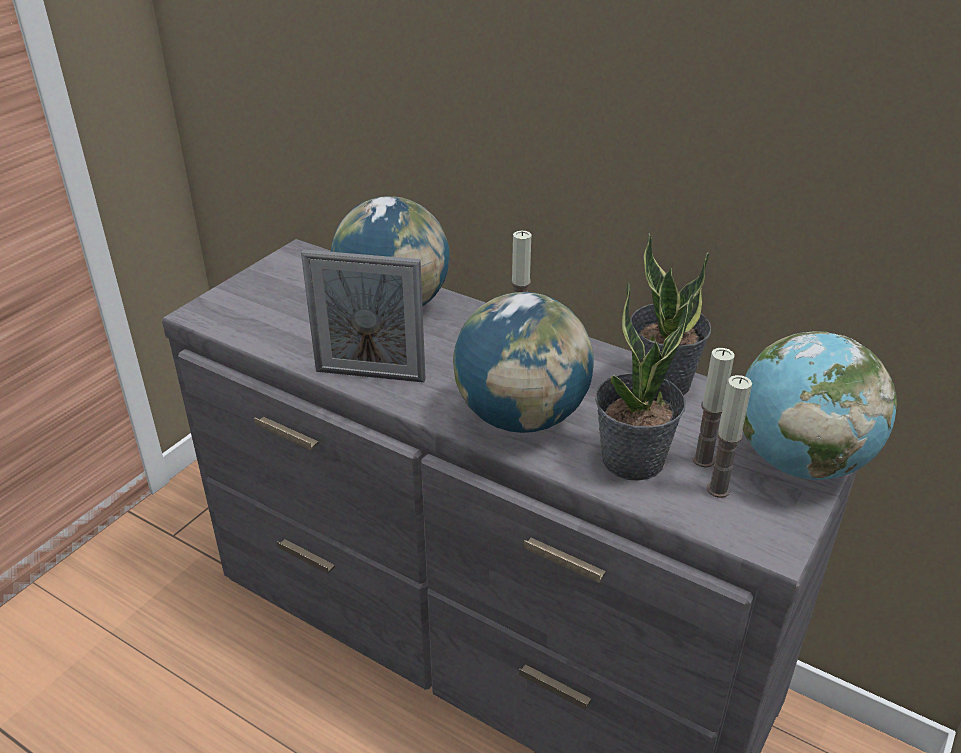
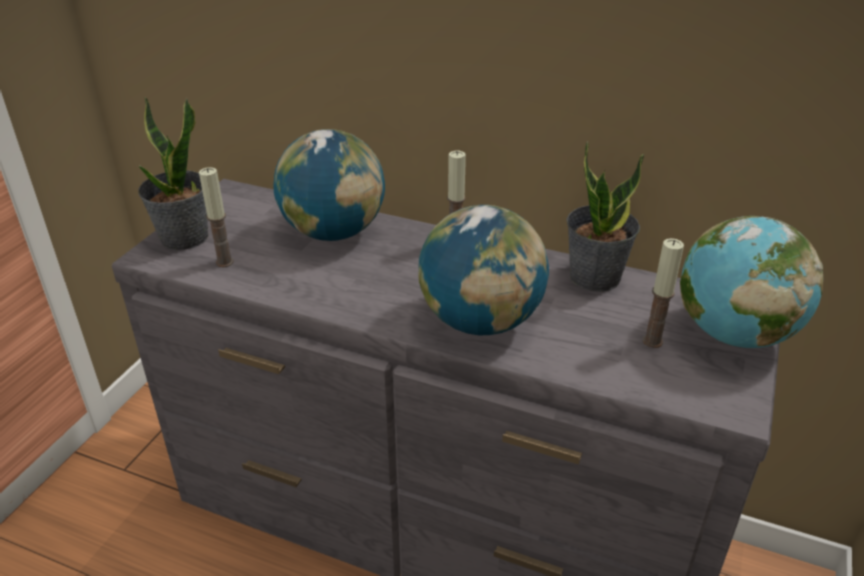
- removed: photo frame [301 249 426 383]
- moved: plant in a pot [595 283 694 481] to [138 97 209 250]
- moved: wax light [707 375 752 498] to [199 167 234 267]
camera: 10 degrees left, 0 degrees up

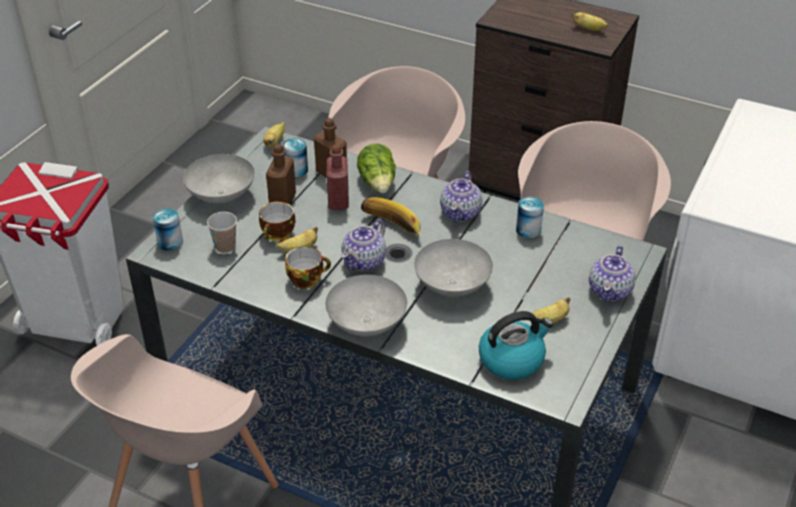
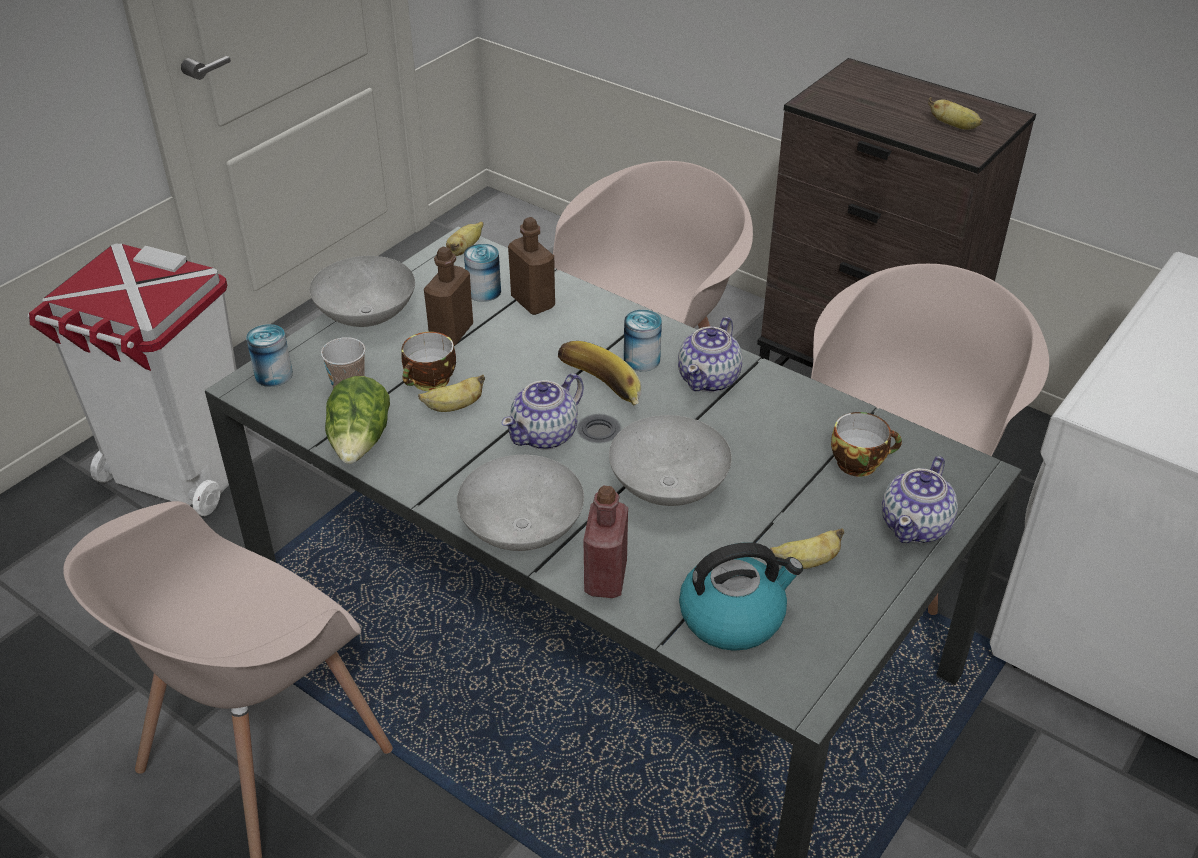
- moved: lettuce [357 143 396 193] to [325 376 390 464]
- moved: reddish bottle [327 145 349 210] to [583 486 628 598]
- moved: sealed can [516 196 544 238] to [624 310 662 371]
- moved: cup [285 247 331 289] to [831 412 902 477]
camera: 10 degrees right, 0 degrees up

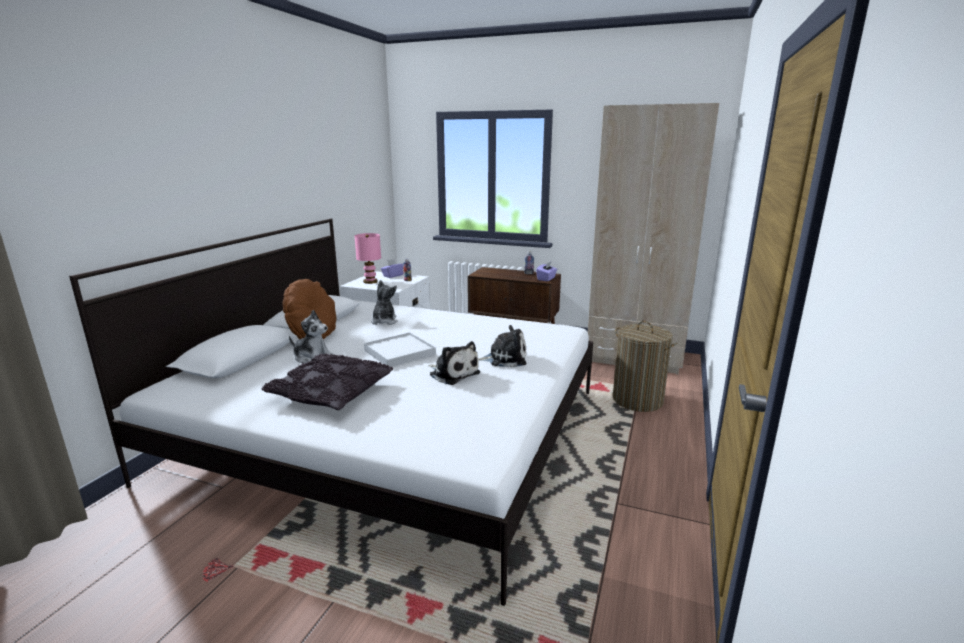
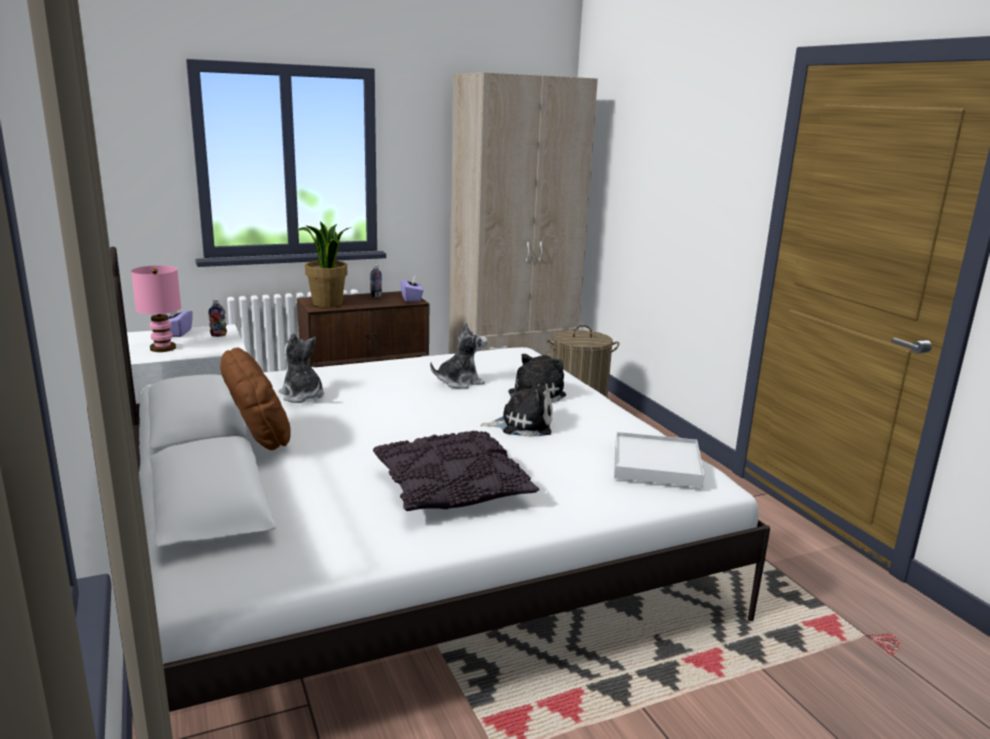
- moved: plush toy [289 310 333 363] to [430 322 487 388]
- moved: white carrying tray [364 332 436 367] to [614 432 704 488]
- added: plant in a pot [298 221 349 307]
camera: 45 degrees left, 0 degrees up

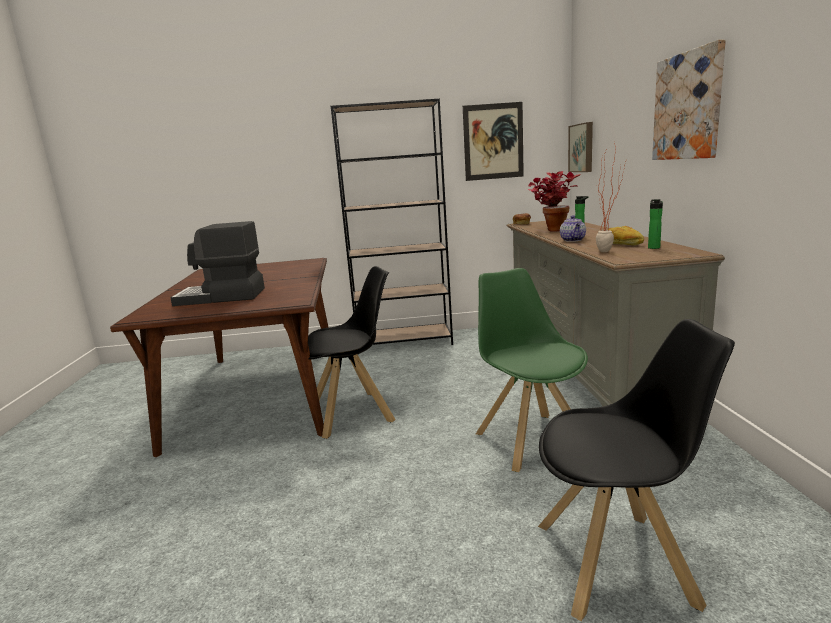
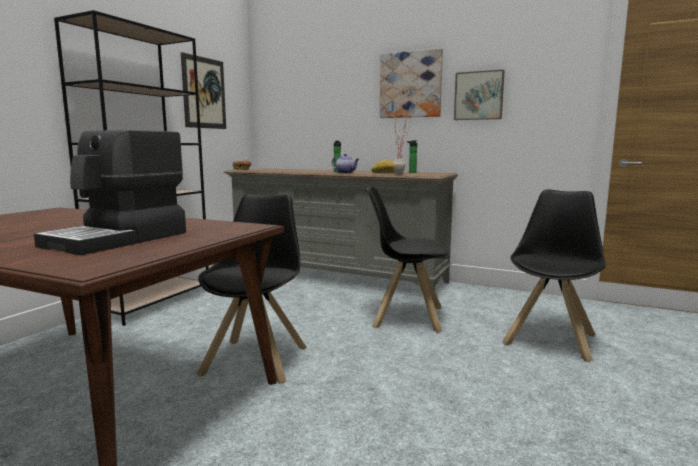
- moved: wall picture [568 122 593 172] to [454 70 505 120]
- removed: plant in a pot [528 171 581 232]
- recoloured: greenish plain chair [476 268 588 472] to black-coloured plain chair [364 186 450 333]
camera: 60 degrees left, 5 degrees down

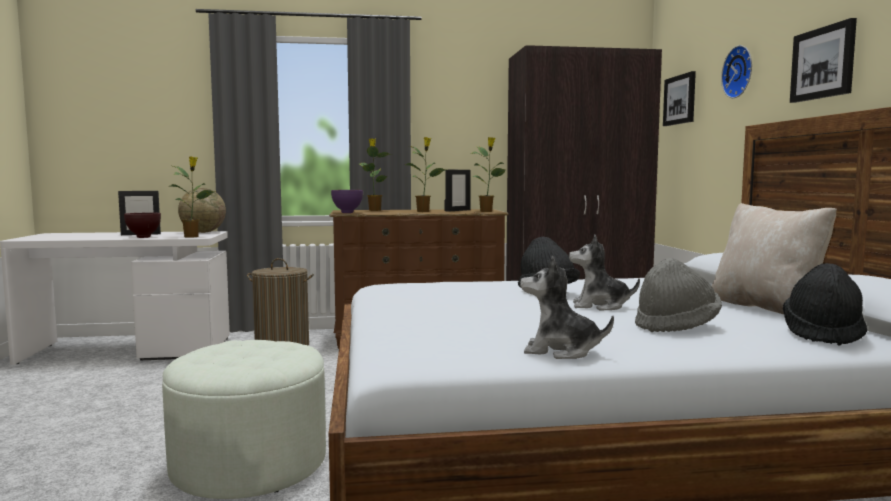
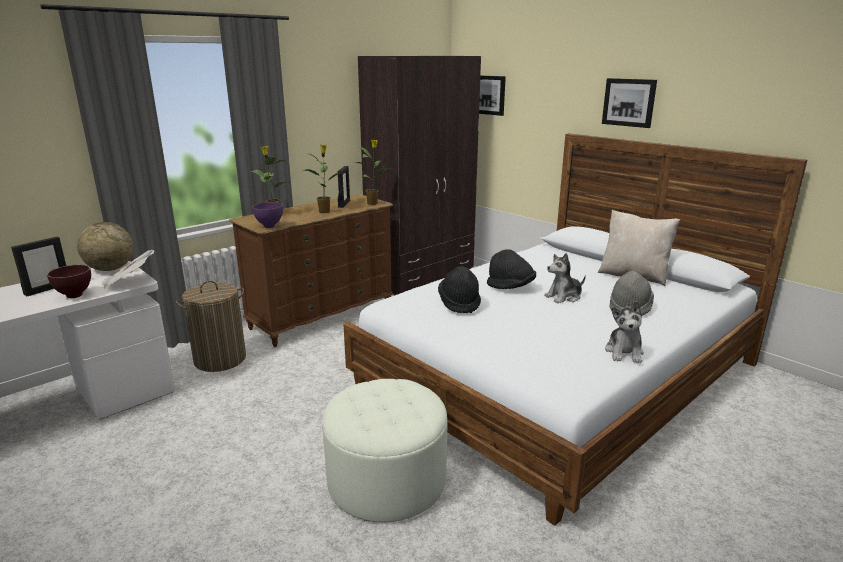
- removed: clock on the wall [721 45 752 98]
- replaced: plant in a pot [171 156 215 238] to printed paper [101 250 154 289]
- turned: plush toy [520 256 614 359] = [605 301 644 363] 60 degrees counterclockwise
- moved: black-coloured wearable hat [783 263 867 346] to [438 266 481 313]
camera: 35 degrees left, 15 degrees up

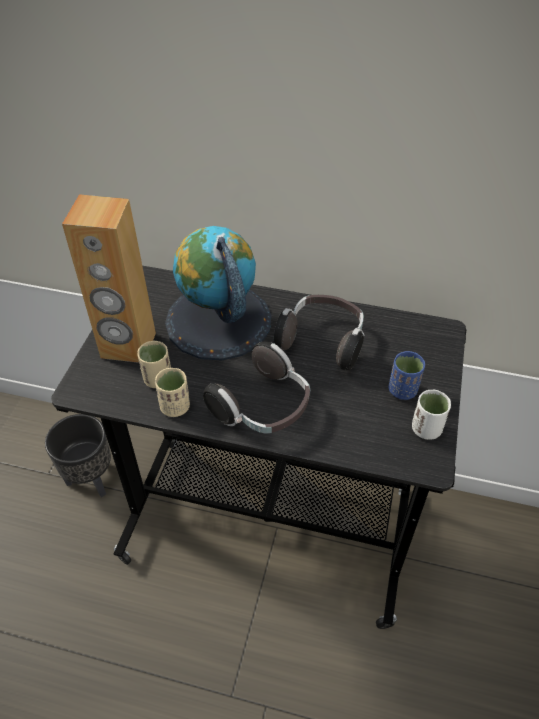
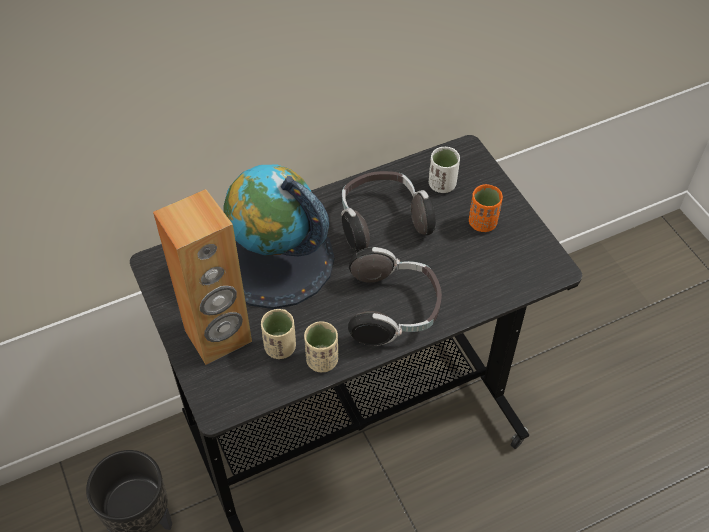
- recoloured: blue-coloured cup [389 351 425 400] to orange cup [469 184 503 232]
- moved: white cup [412 390 451 440] to [429 147 460 193]
camera: 40 degrees left, 5 degrees up

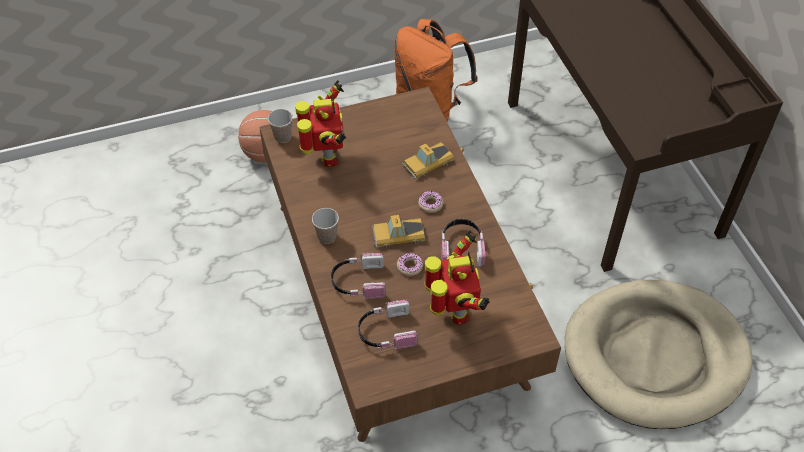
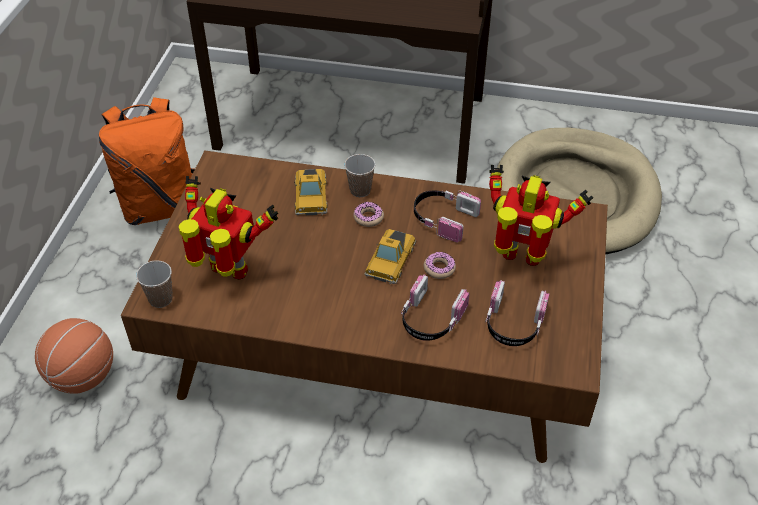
- moved: cup [312 208 339 244] to [344 154 376 197]
camera: 60 degrees left, 5 degrees down

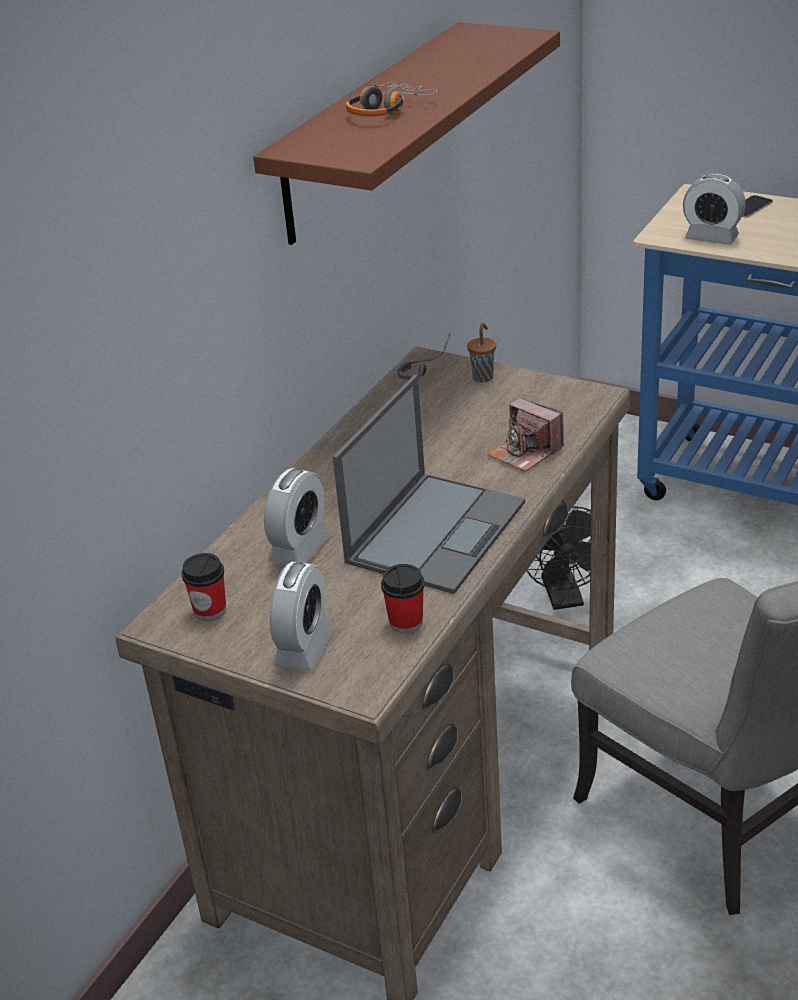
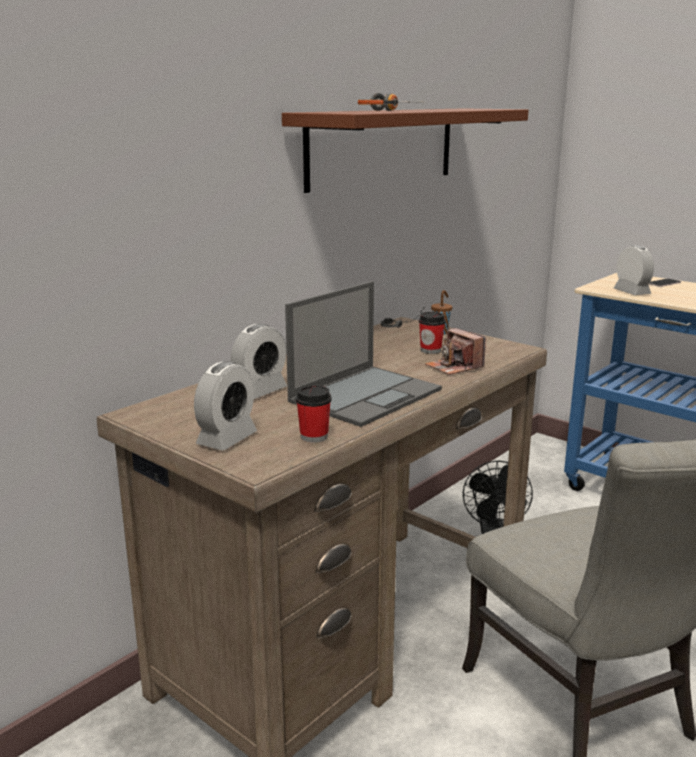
- turned: alarm clock [683 174 746 245] = [614 245 654 295] 150 degrees counterclockwise
- moved: cup [181 553 226 621] to [419 312 445 354]
camera: 10 degrees right, 15 degrees down

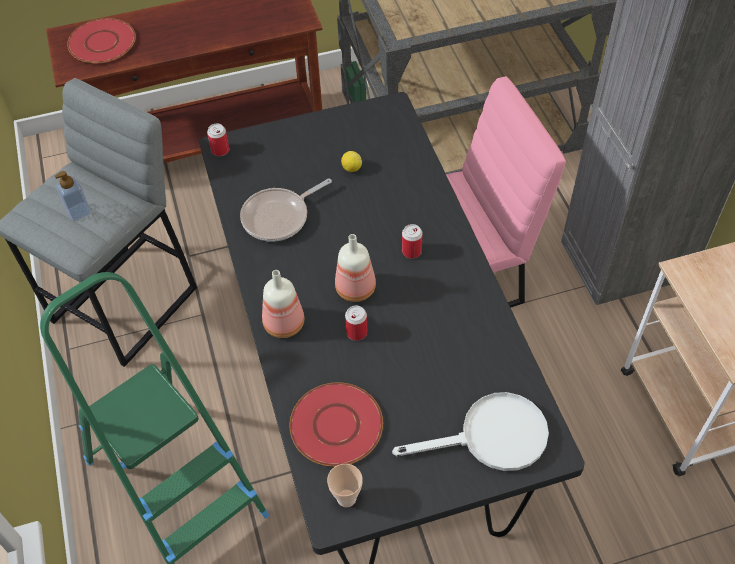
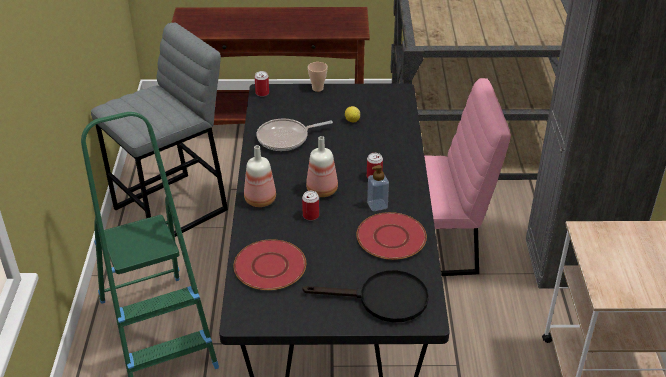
- moved: reddish flat dish [67 18 136 63] to [357 212 427 260]
- moved: liquid soap bottle [55 171 91 221] to [367 165 389 211]
- recoloured: white pan [392 392 549 471] to black-coloured pan [302 270 429 322]
- moved: cup [327 464 363 507] to [308 62 328 92]
camera: 15 degrees right, 15 degrees down

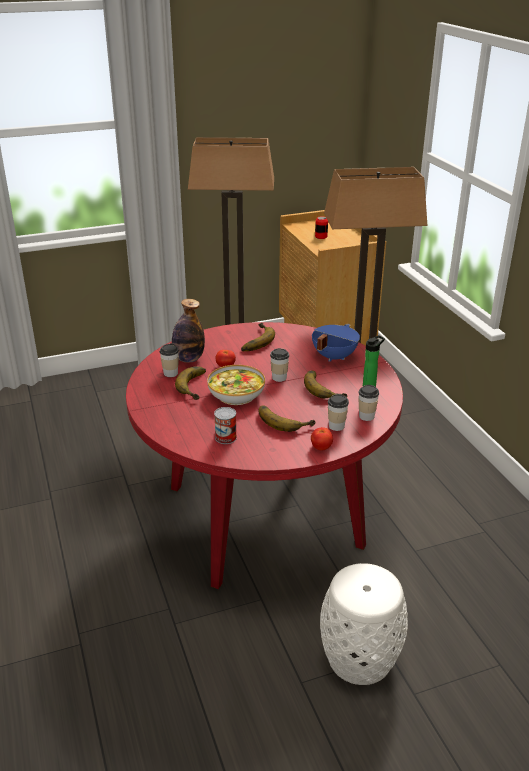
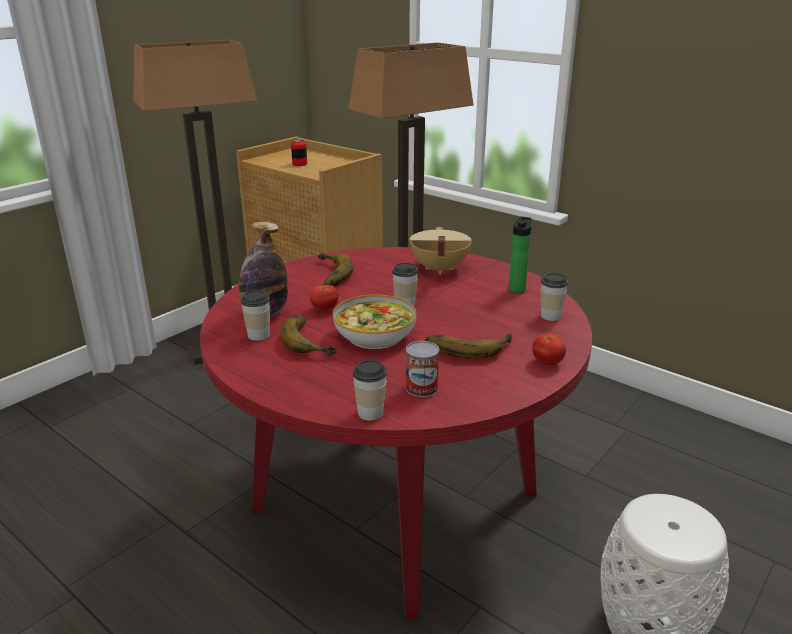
- recoloured: blue-coloured saucepot [312 324 360 362] to beige-coloured saucepot [409 227 472 275]
- removed: banana fruit [304 370 348 398]
- moved: cup [328 394 349 431] to [352 360 387 421]
camera: 30 degrees left, 5 degrees down

